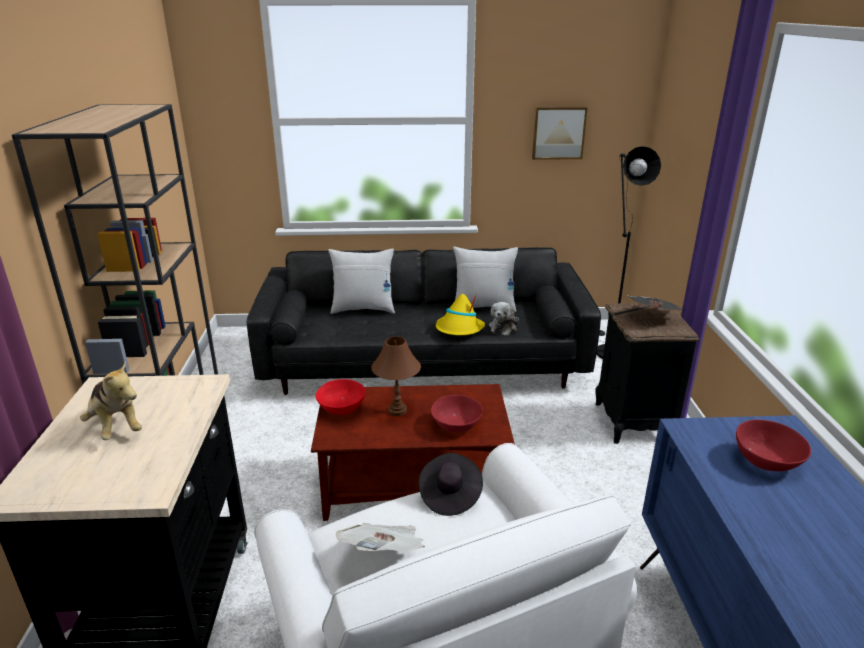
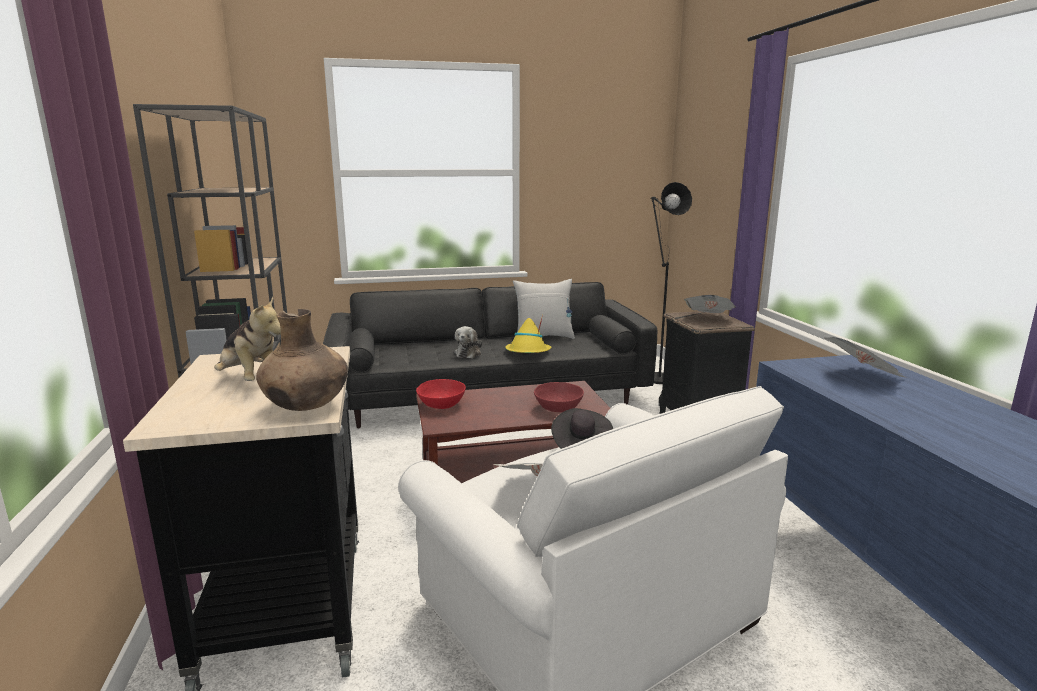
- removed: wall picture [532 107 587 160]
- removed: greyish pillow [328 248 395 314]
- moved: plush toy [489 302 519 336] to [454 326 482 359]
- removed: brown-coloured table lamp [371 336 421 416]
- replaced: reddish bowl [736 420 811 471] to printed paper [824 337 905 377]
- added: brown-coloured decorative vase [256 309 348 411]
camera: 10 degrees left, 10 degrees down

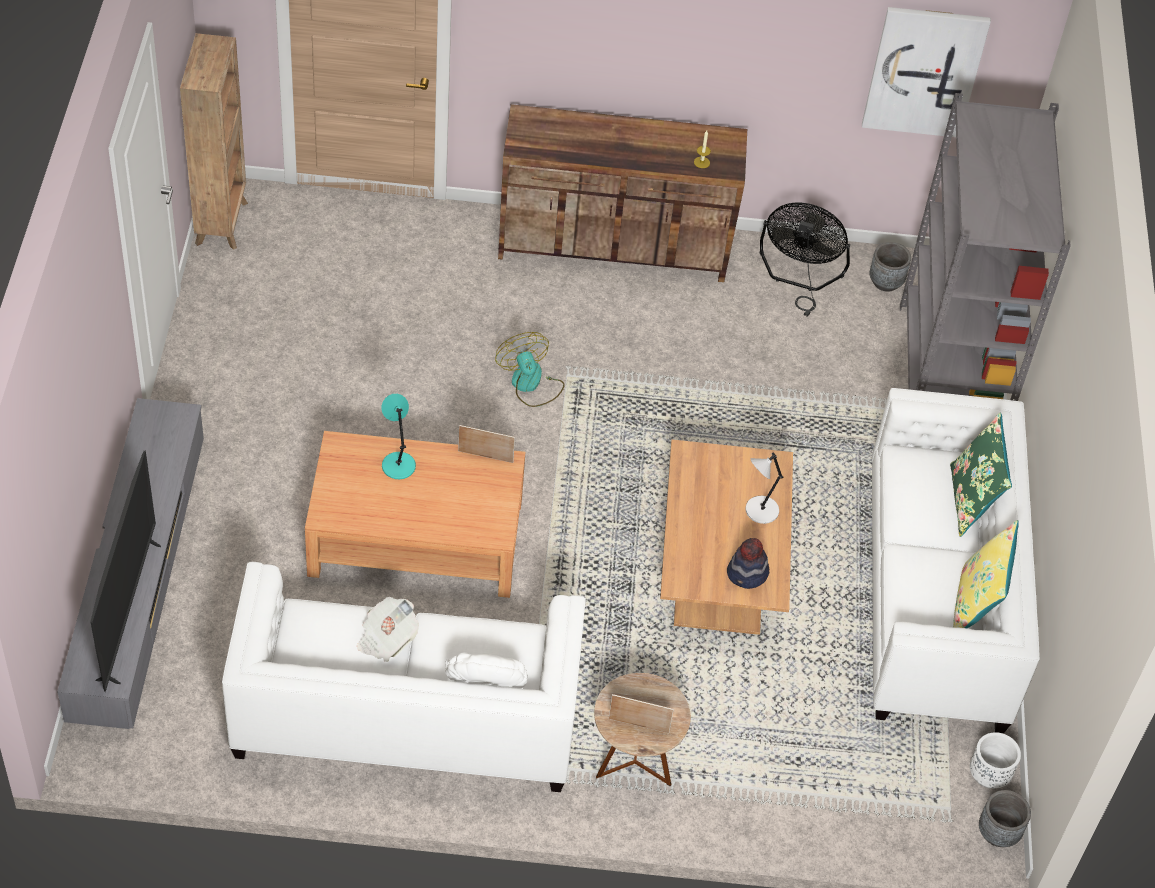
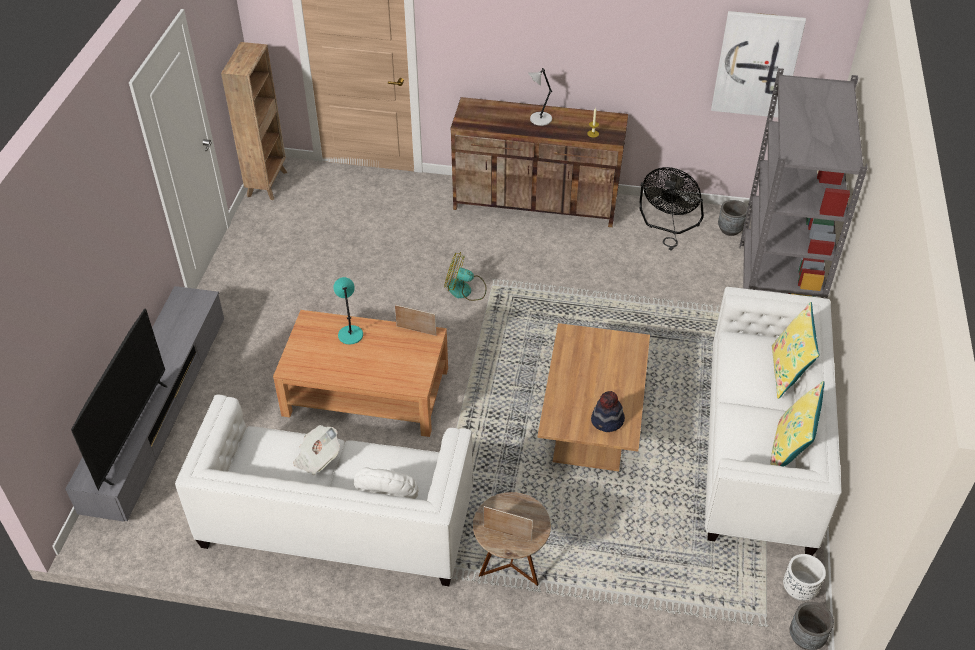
- turned: electric fan [495 332 565 407] = [444 252 486 301] 60 degrees counterclockwise
- recoloured: greenish pillow [950 413 1012 537] to yellow pillow [772 302 820 399]
- moved: greyish table lamp [745 452 783 524] to [528 68 552 126]
camera: 10 degrees right, 5 degrees down

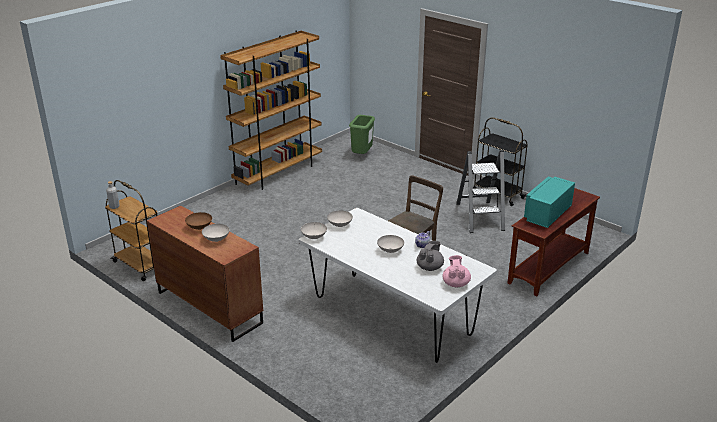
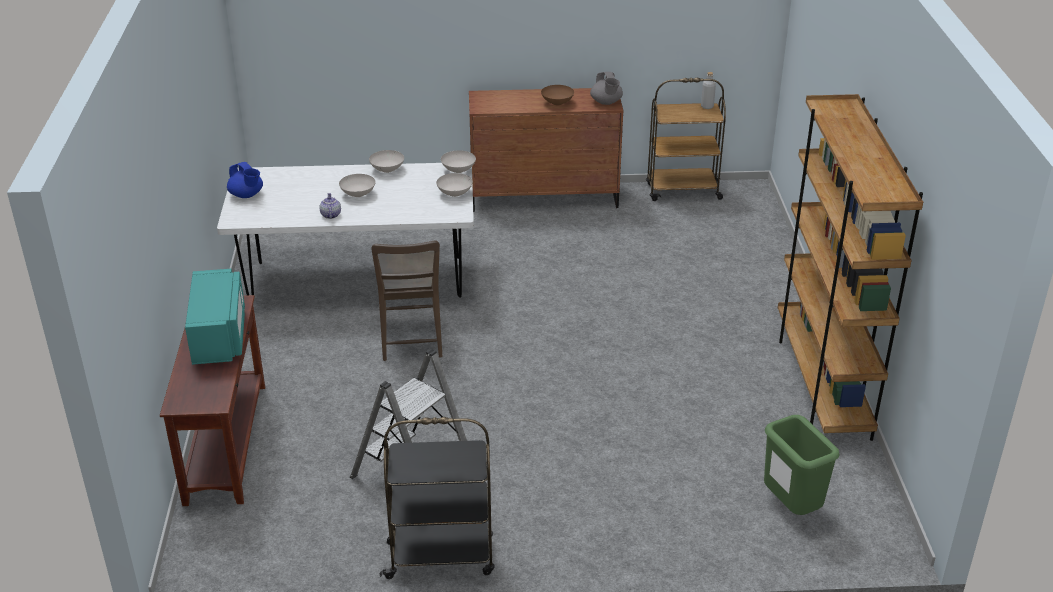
- moved: white bowl [202 224 229 242] to [369 150 404 173]
- moved: greyish pot for tea [417 241 444 271] to [590 72 623 105]
- recoloured: pink pot for tea [443 255 471 287] to blue-coloured pot for tea [227 162 263 198]
camera: 135 degrees right, 5 degrees up

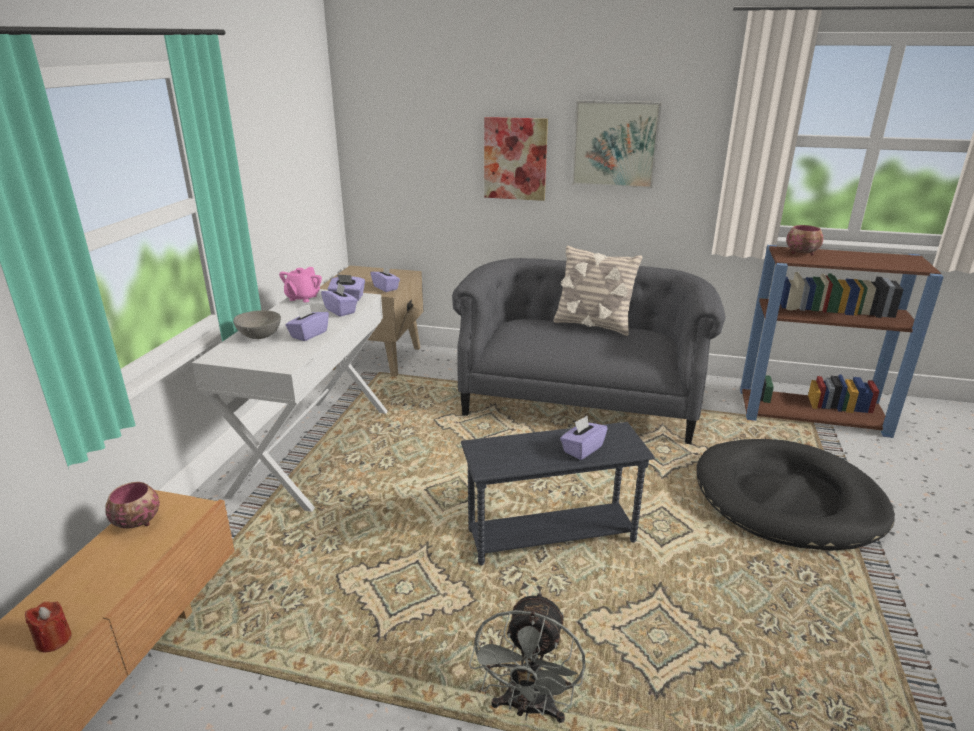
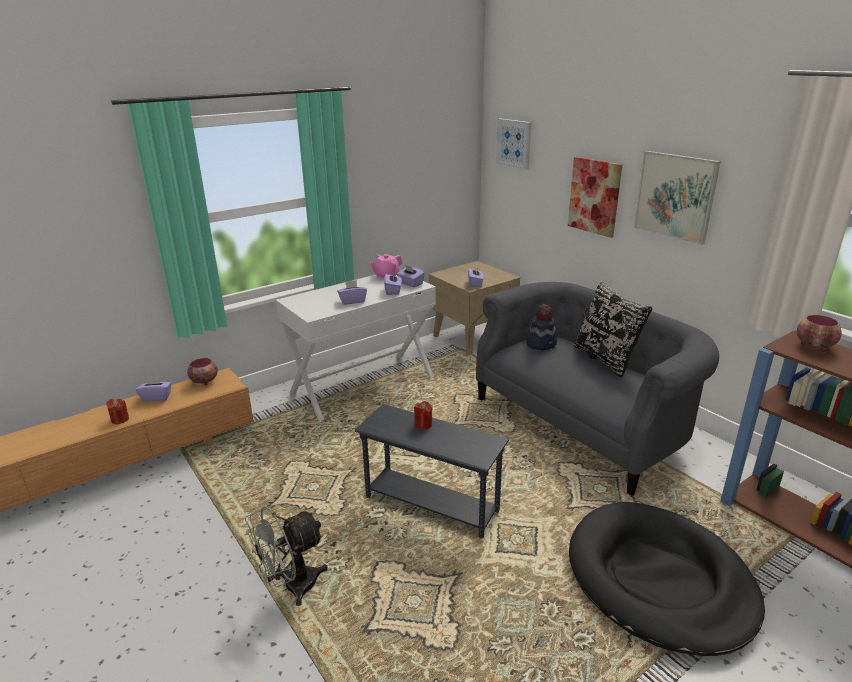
- recoloured: beige-coloured pillow [553 246 642 336] to black-coloured pillow [574 282 652 377]
- removed: greyish bowl [233 310 281 339]
- moved: purple tissue holder [560 416 608 460] to [136 376 172 402]
- added: wall picture [496 118 532 170]
- added: wearable hat [526 304 557 350]
- added: reddish wax light [414 401 433 430]
camera: 40 degrees right, 0 degrees up

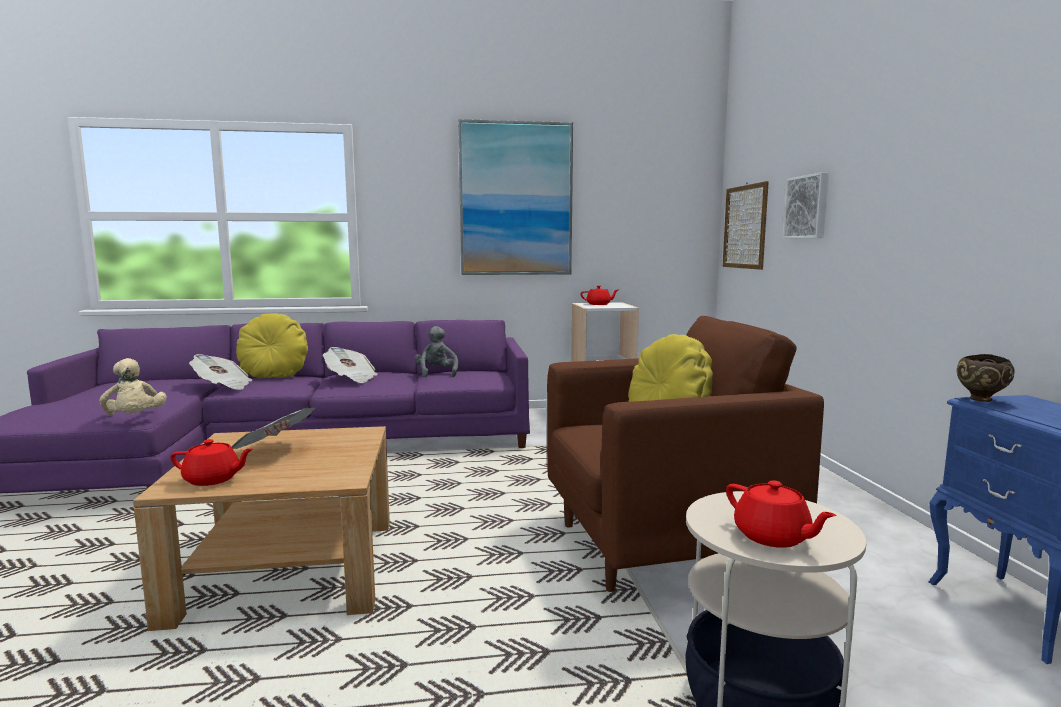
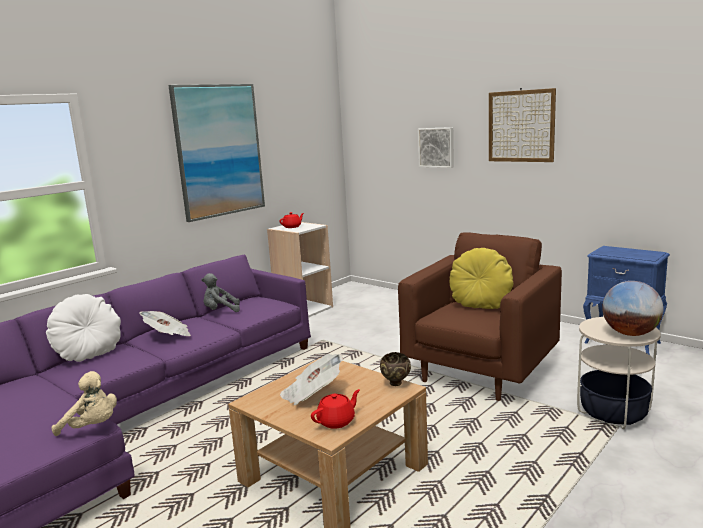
- moved: wall picture [723 181 769 270] to [489 88 556 162]
- recoloured: yellow pillow [236 313 308 378] to white pillow [46 294 121 362]
- turned: greyish plush toy [415 326 458 377] = [201 273 240 312] 45 degrees counterclockwise
- removed: printed paper [189 354 252 390]
- moved: brown-coloured bowl [957 354 1015 402] to [380 352 411 386]
- replaced: reddish pot for tea [726 480 837 548] to globe [602 281 663 336]
camera: 40 degrees left, 5 degrees up

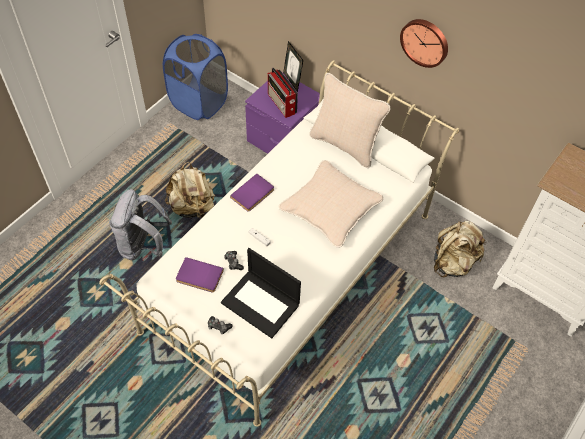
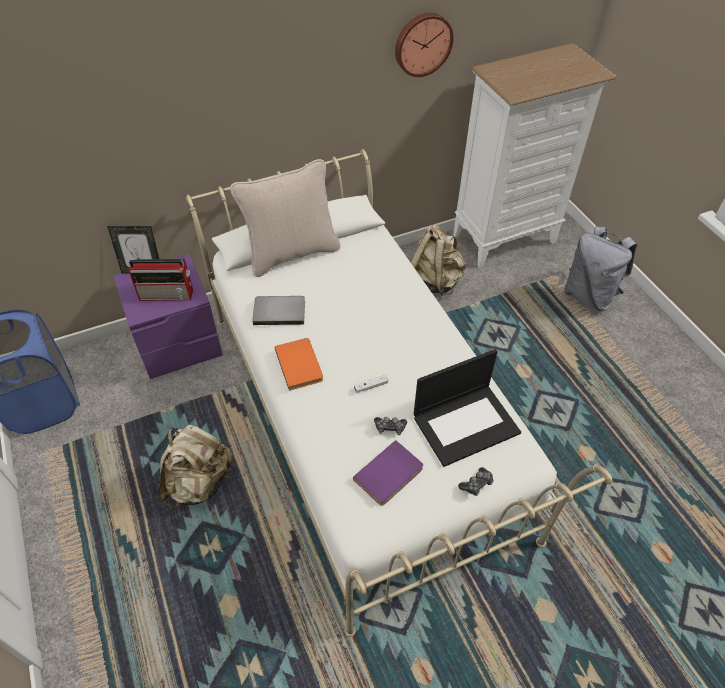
- moved: clock on the wall [400 19 448 68] to [395 13 453 77]
- removed: beige-coloured pillow [278 160 384 248]
- recoloured: purple bound book [230 174 274 212] to orange bound book [275 338 323 391]
- moved: greyish knapsack [109 189 172 260] to [564 226 637 311]
- added: greyish bound book [252 296 305 325]
camera: 60 degrees left, 5 degrees down

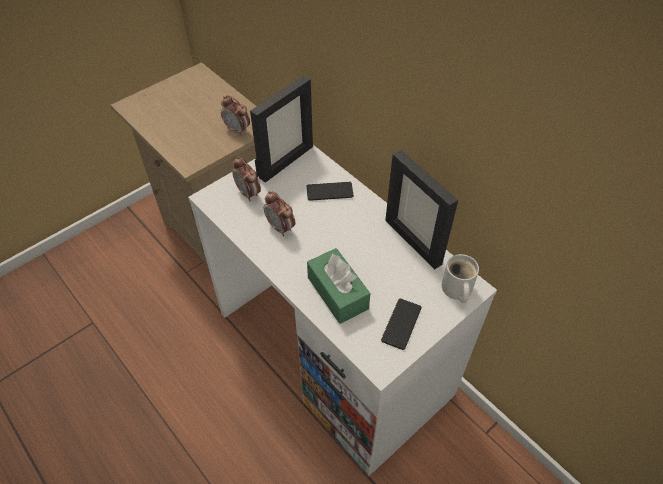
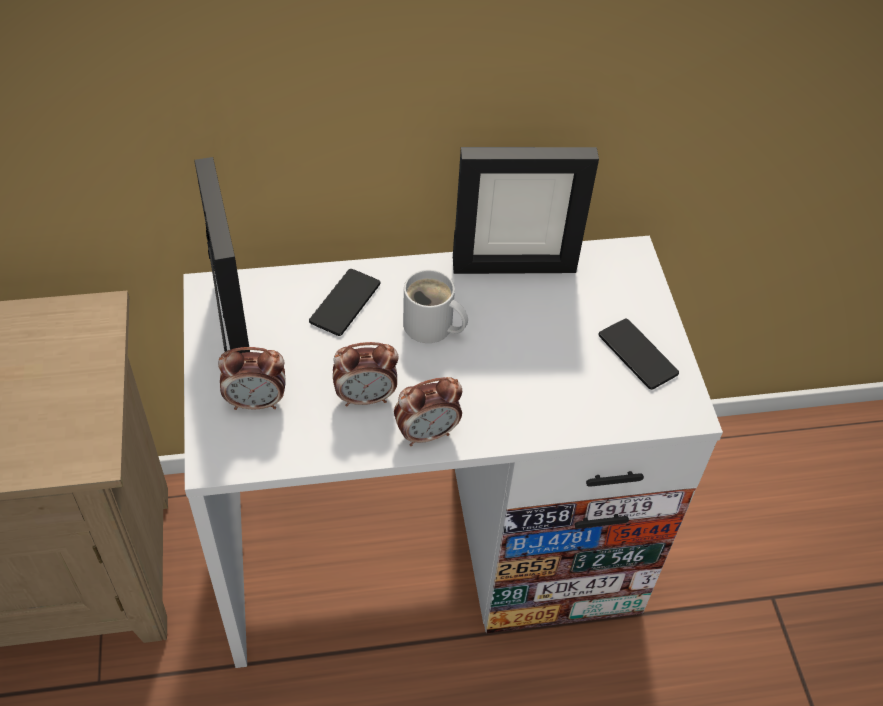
- moved: alarm clock [221 95 250 136] to [394 377 462 446]
- removed: greenish tissue holder [307 248 371 324]
- moved: white tea mug [442 254 479 303] to [403 270 468 343]
camera: 60 degrees left, 0 degrees up

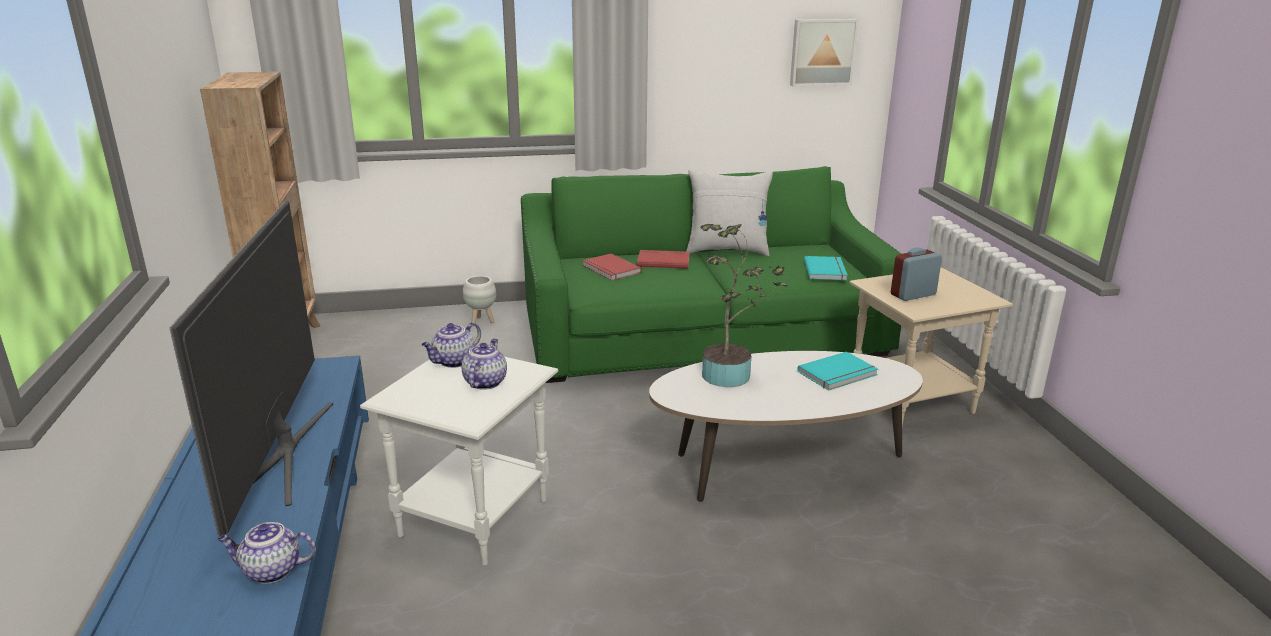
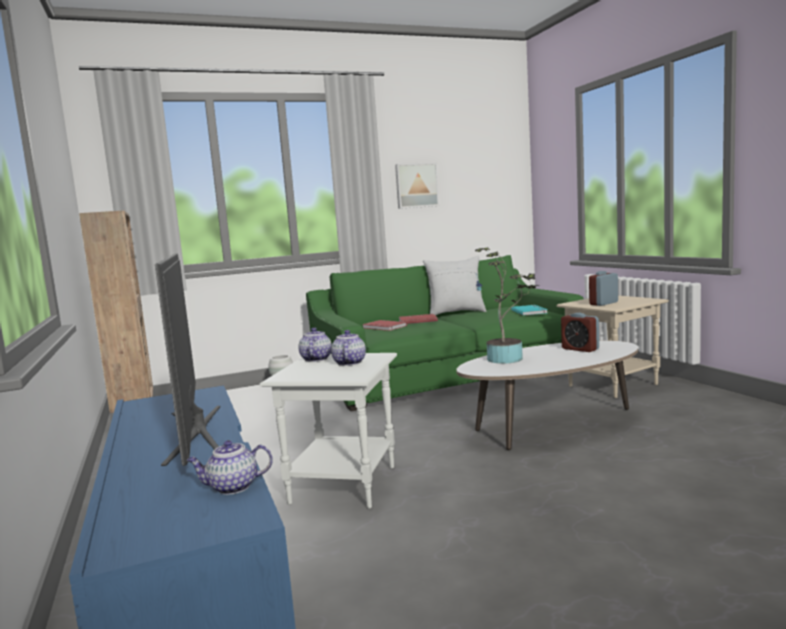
- moved: wall picture [790 19 859 86] to [395 163 439 209]
- turned: pot for tea [422 322 481 368] = [298 328 332 362] 150 degrees clockwise
- replaced: turquoise bound book [797 352 878 391] to alarm clock [561 313 599 352]
camera: 10 degrees left, 15 degrees down

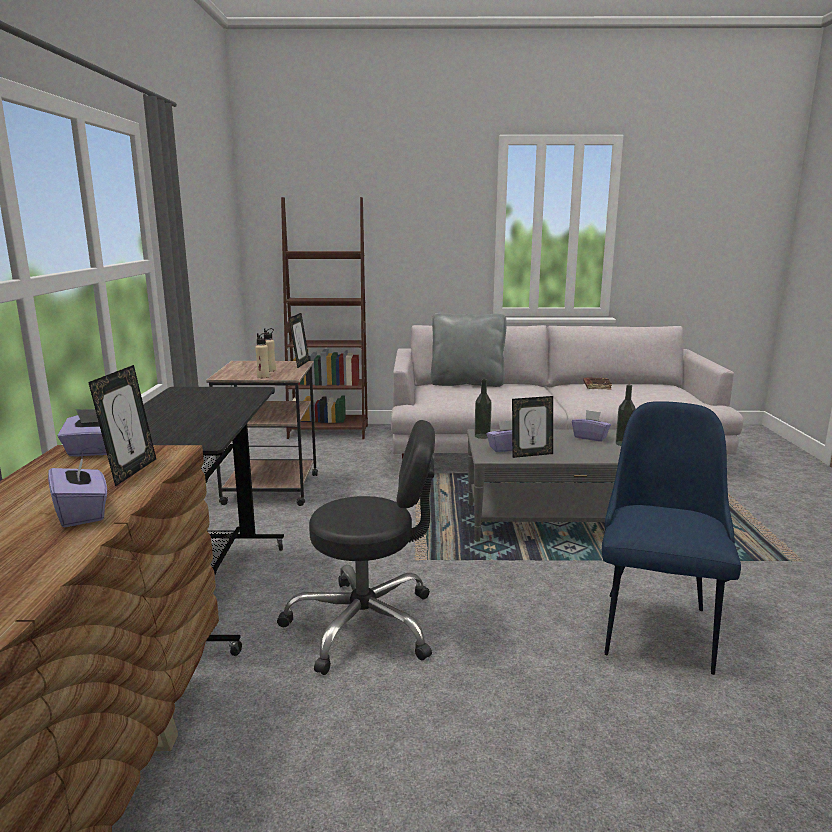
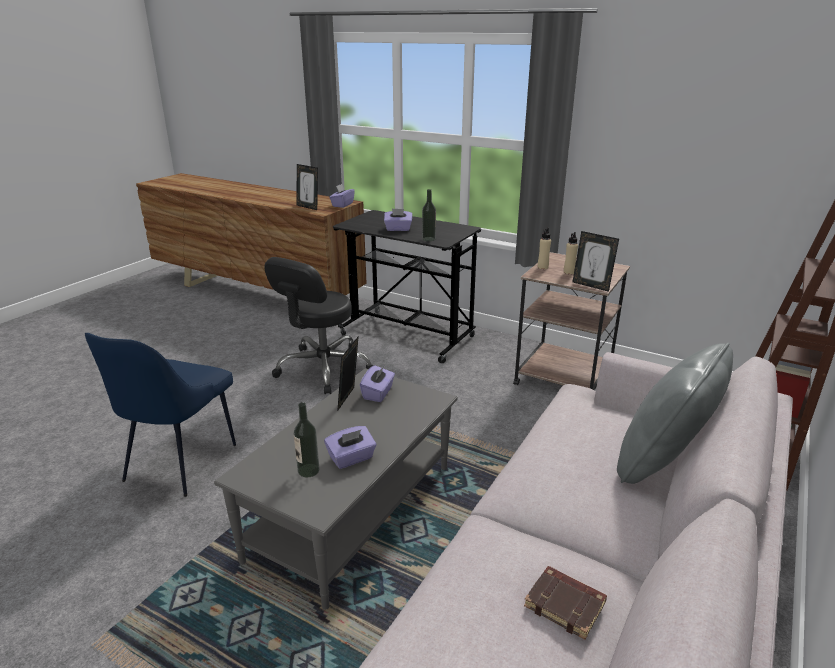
- moved: bottle [475 379 492 439] to [422 189 436 241]
- turned: blue-coloured plain chair [602 401 741 675] = [85 333 236 497] 60 degrees clockwise
- moved: purple tissue holder [48 454 107 527] to [384 209 412 231]
camera: 120 degrees right, 10 degrees up

